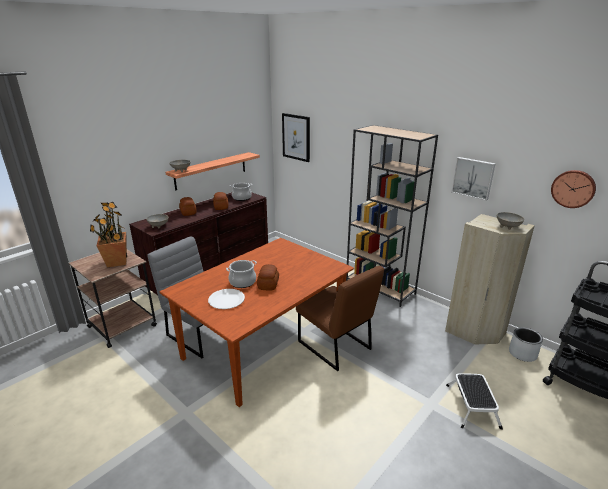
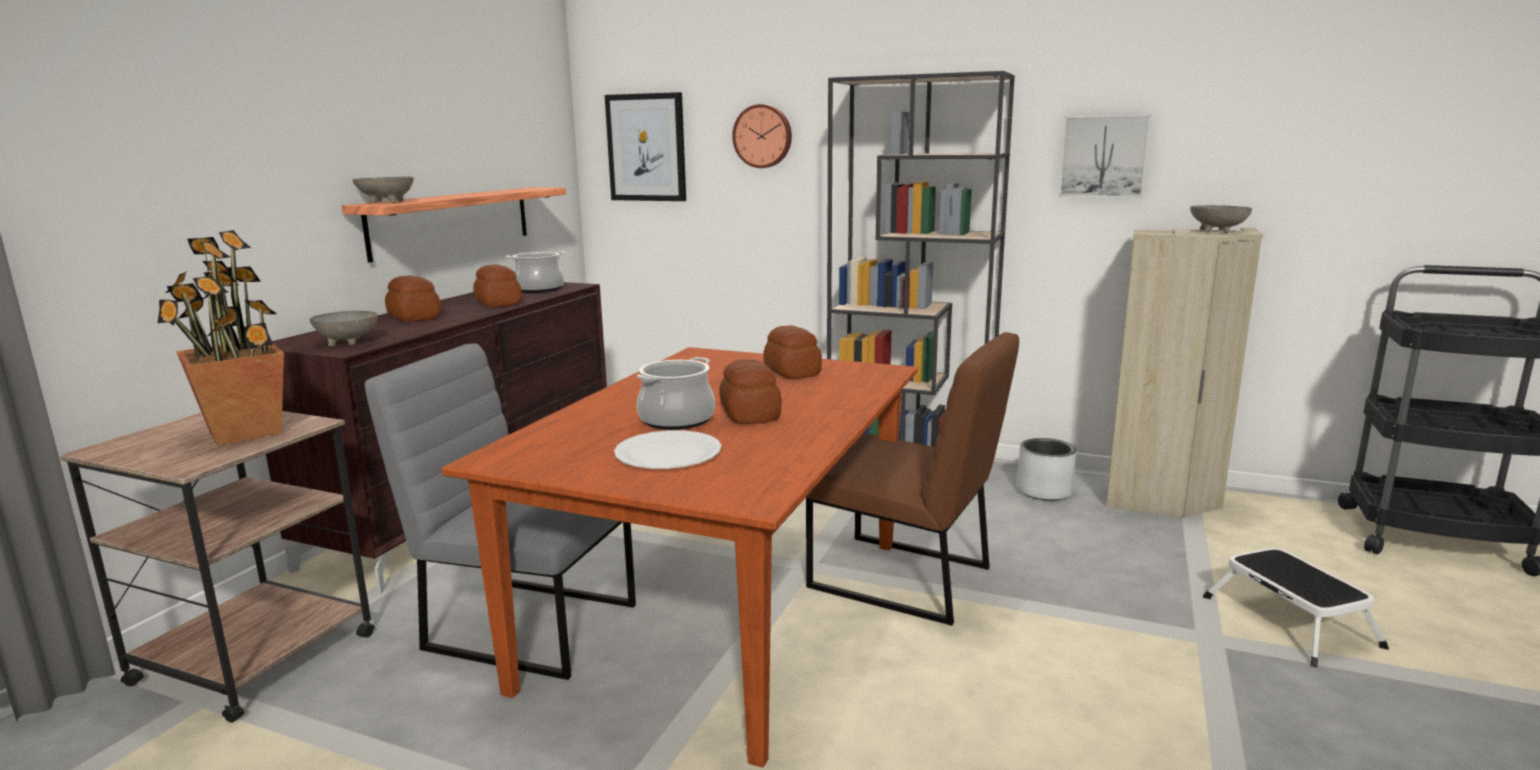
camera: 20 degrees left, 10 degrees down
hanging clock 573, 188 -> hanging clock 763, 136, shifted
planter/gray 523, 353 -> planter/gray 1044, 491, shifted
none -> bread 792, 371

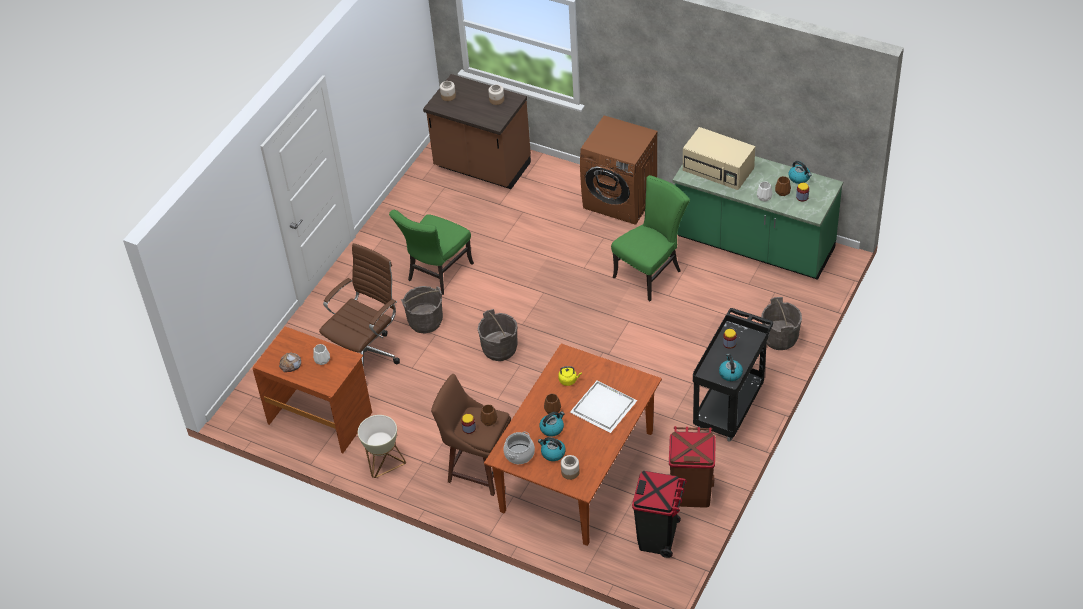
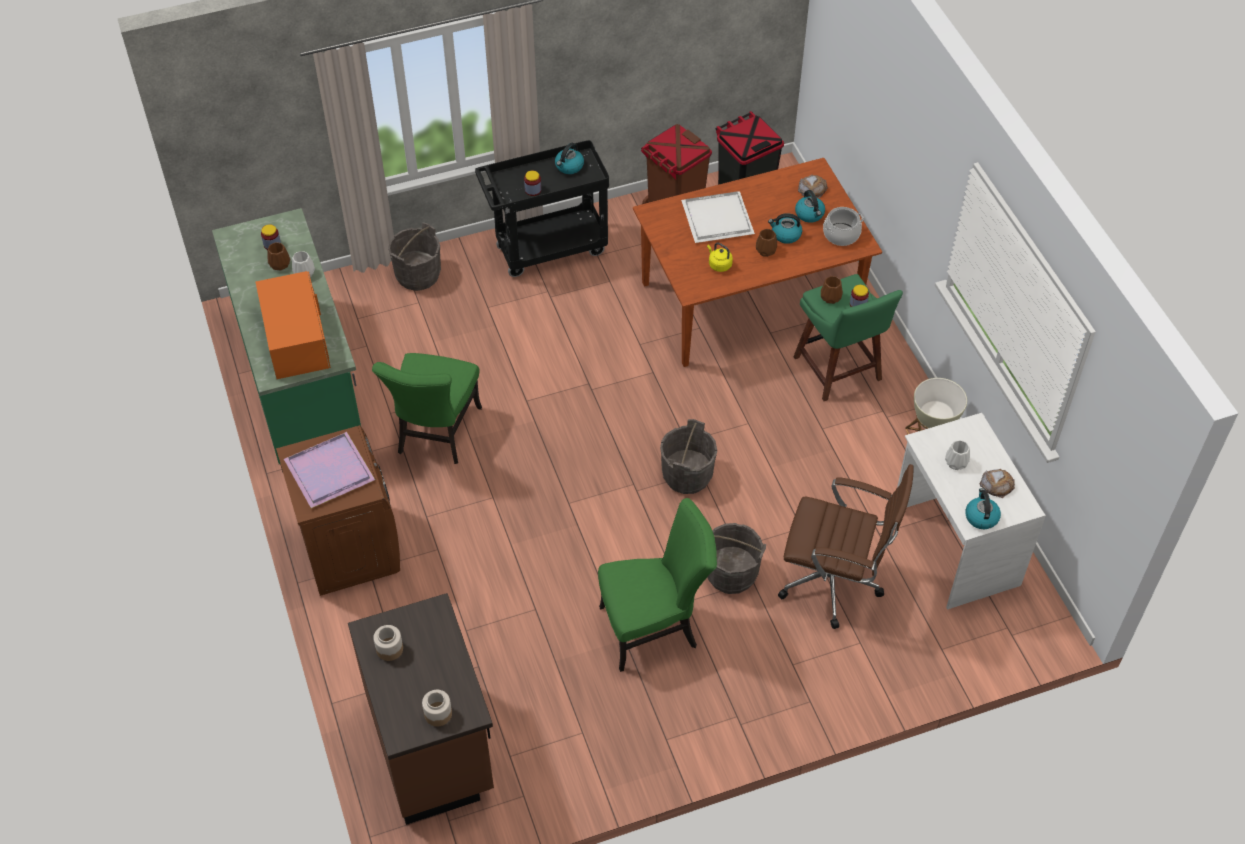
camera: 140 degrees left, 5 degrees up
microwave/beige 719, 169 -> microwave/orangey 295, 338
tea kettle 799, 178 -> tea kettle 981, 517, shifted
plain chair/green 651, 272 -> plain chair/green 436, 434, 75 degrees counterclockwise
computer chair/brown-coloured 367, 354 -> computer chair/brown-coloured 835, 584, 150 degrees counterclockwise
desk unit/brown-coloured 321, 417 -> desk unit/whitish 953, 547
stool seat/brown-coloured 477, 468 -> stool seat/green 839, 371
storage jar 570, 472 -> bread 812, 188
none -> tray/purple-coloured 329, 472

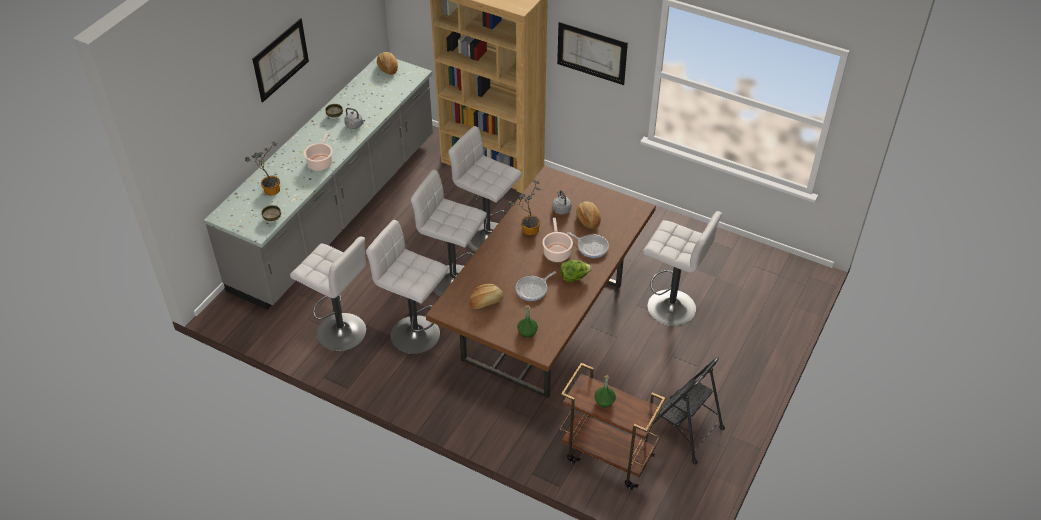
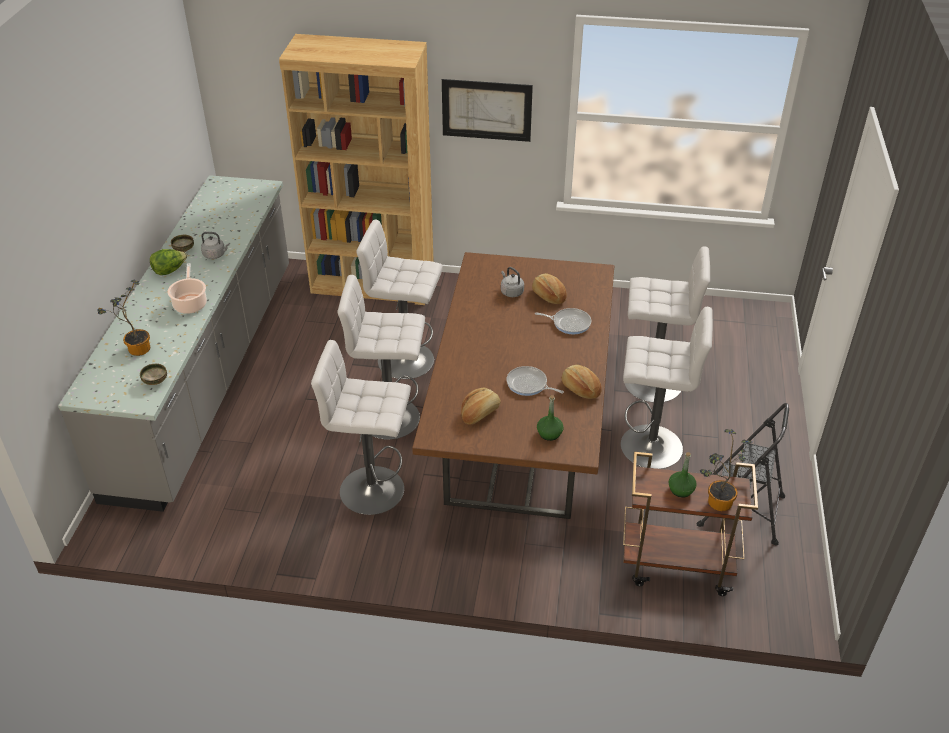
camera: 20 degrees left, 5 degrees down
picture 281, 59 -> none
bread 388, 68 -> bread 580, 388, shifted
plant in a pot 527, 230 -> plant in a pot 716, 503, shifted
saucepot 557, 252 -> none
stool seat/whitish 341, 332 -> stool seat/whitish 652, 447, shifted
lettuce 574, 277 -> lettuce 170, 271, shifted
pan 533, 289 -> pan 528, 385, 90 degrees clockwise

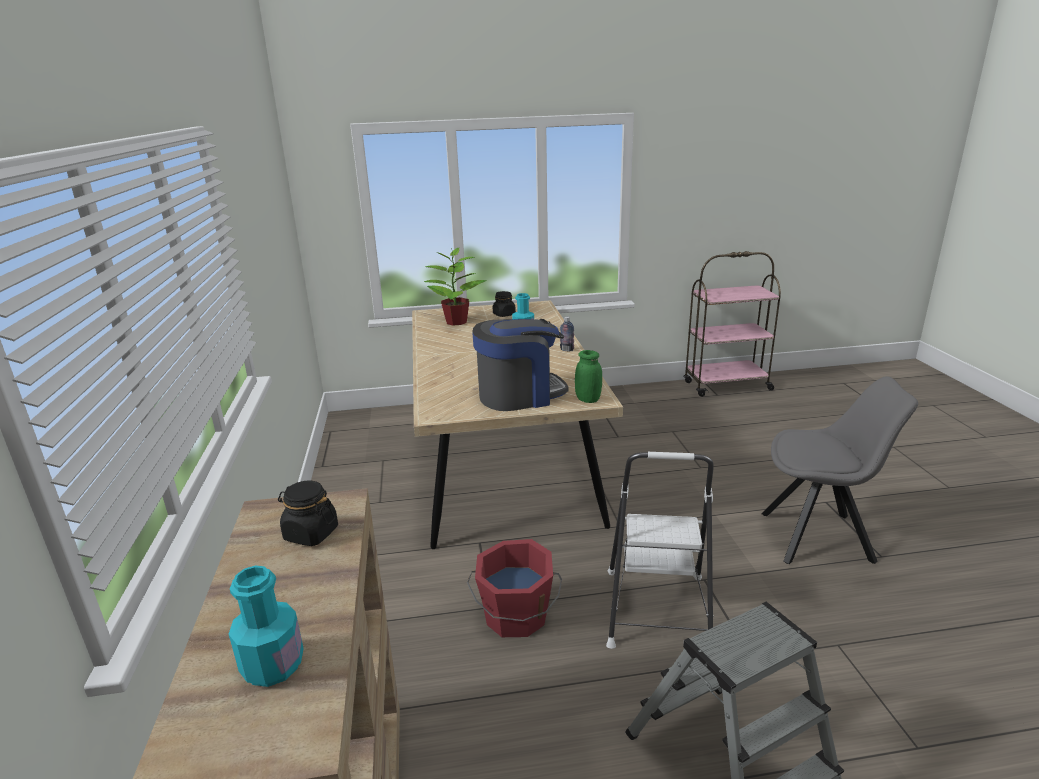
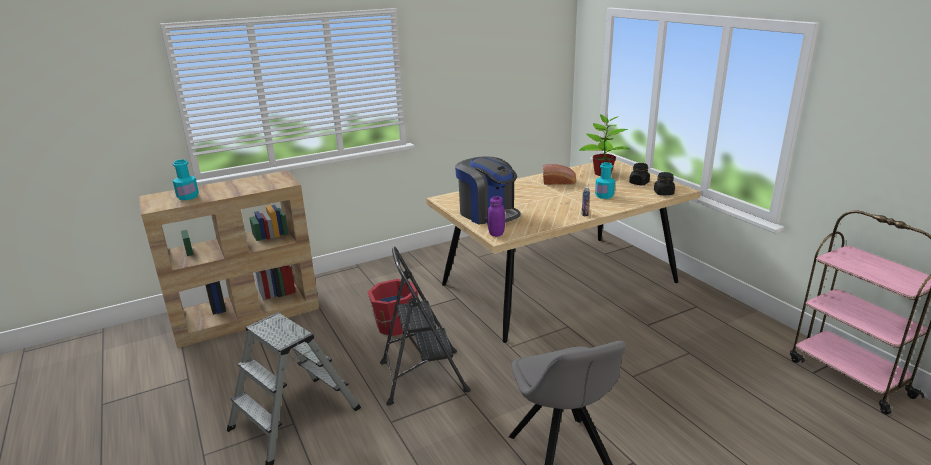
camera: 70 degrees right, 0 degrees up
storage jar/green 588, 399 -> storage jar/purple-coloured 496, 234
stepladder/whitish 656, 612 -> stepladder/blackish 420, 376
storage jar/blackish 311, 533 -> storage jar/blackish 663, 193, shifted
none -> bread 559, 182

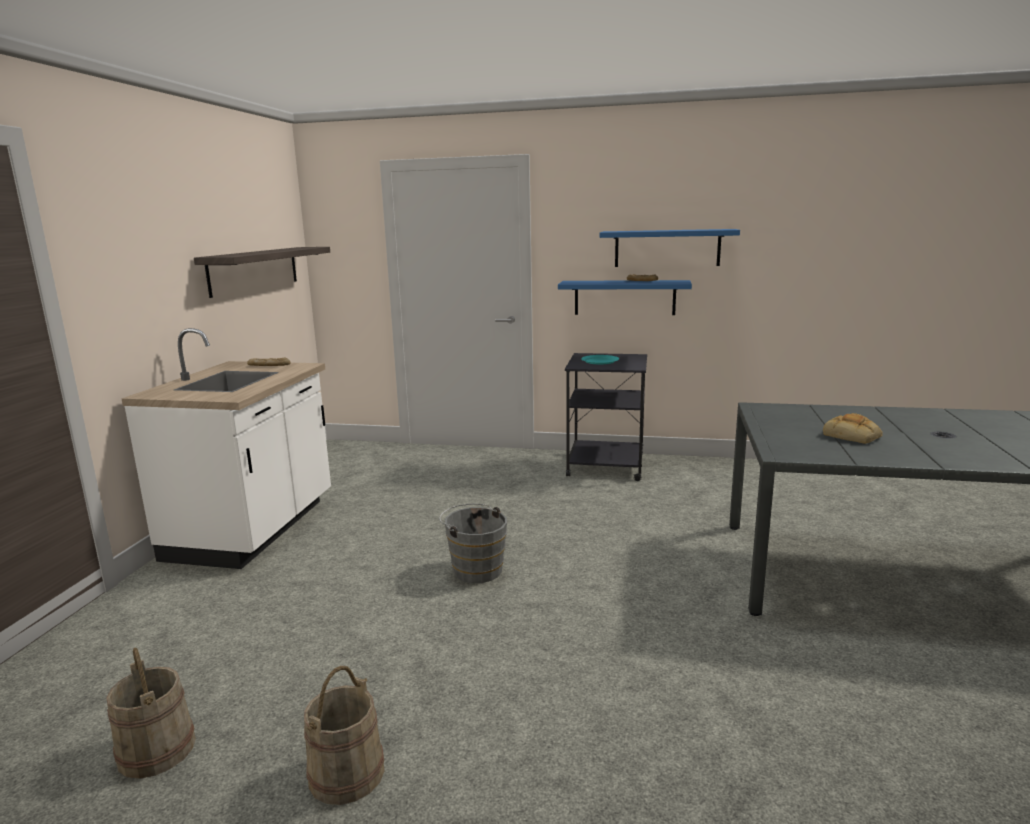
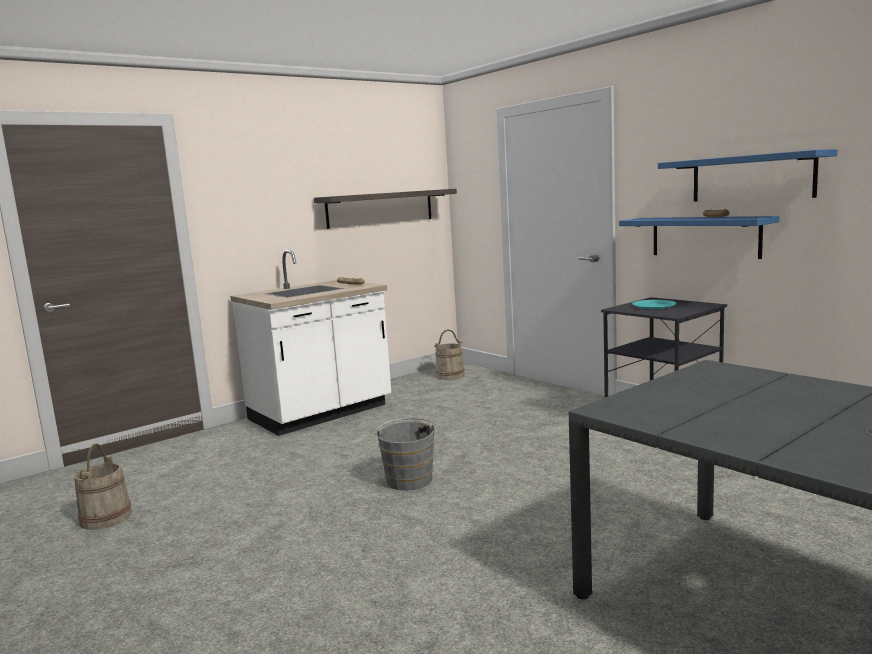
camera: 40 degrees right, 5 degrees down
bread 853, 436 -> none
water bucket/beige 346, 773 -> water bucket/beige 450, 375, shifted

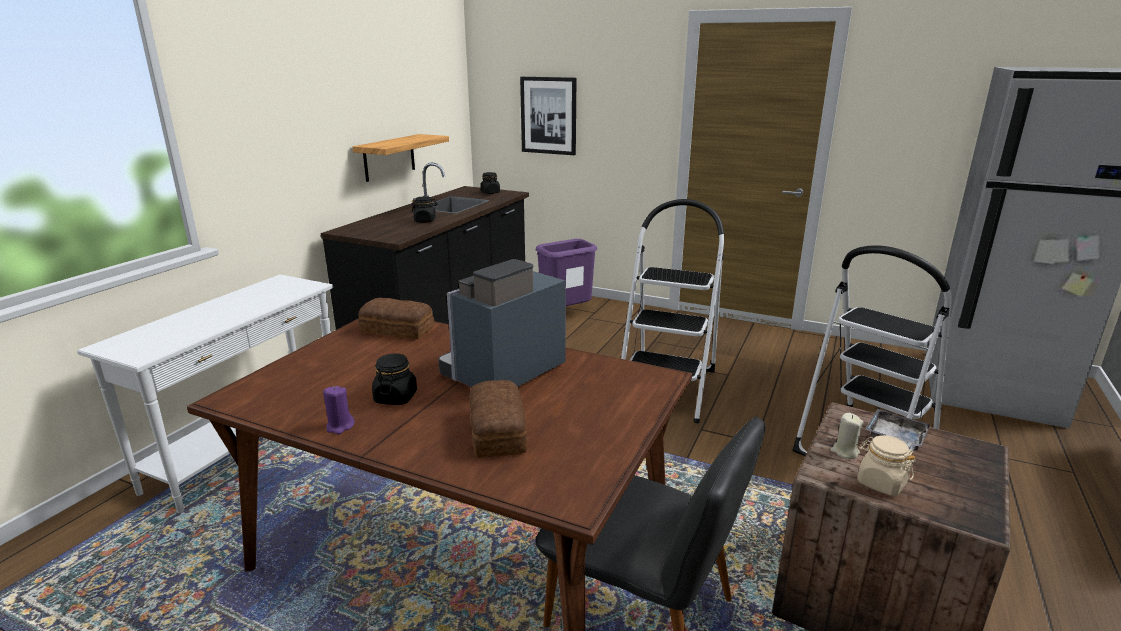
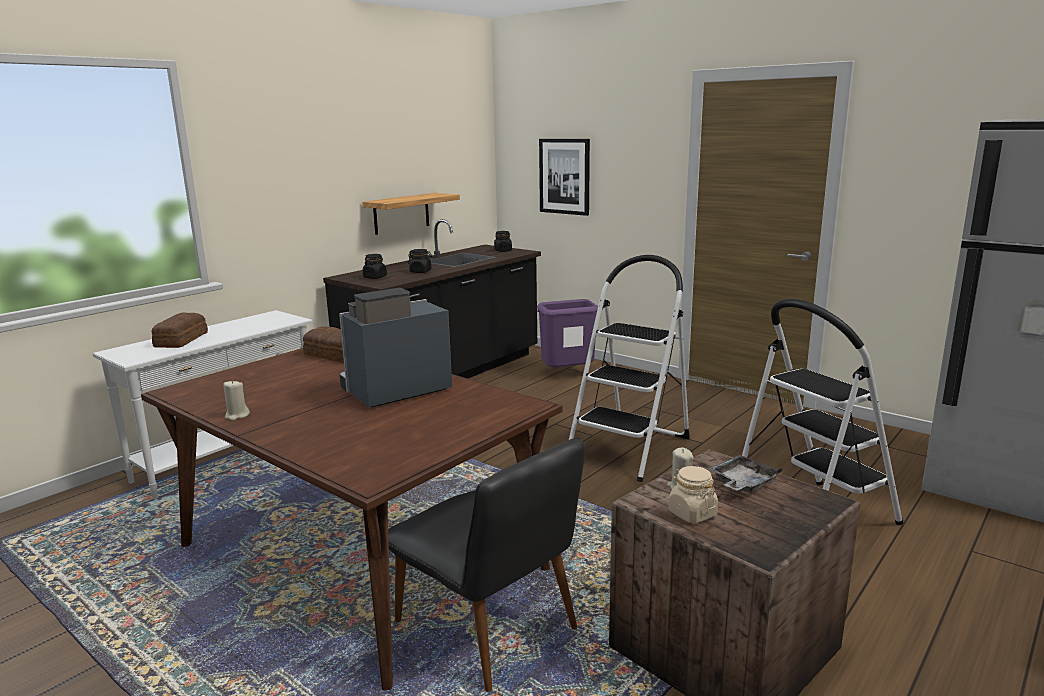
camera: 15 degrees right, 5 degrees down
storage jar/blackish 396, 397 -> storage jar/blackish 375, 277, shifted
bread 496, 432 -> bread 180, 340, shifted
candle/purple-coloured 340, 426 -> candle/beige 237, 415

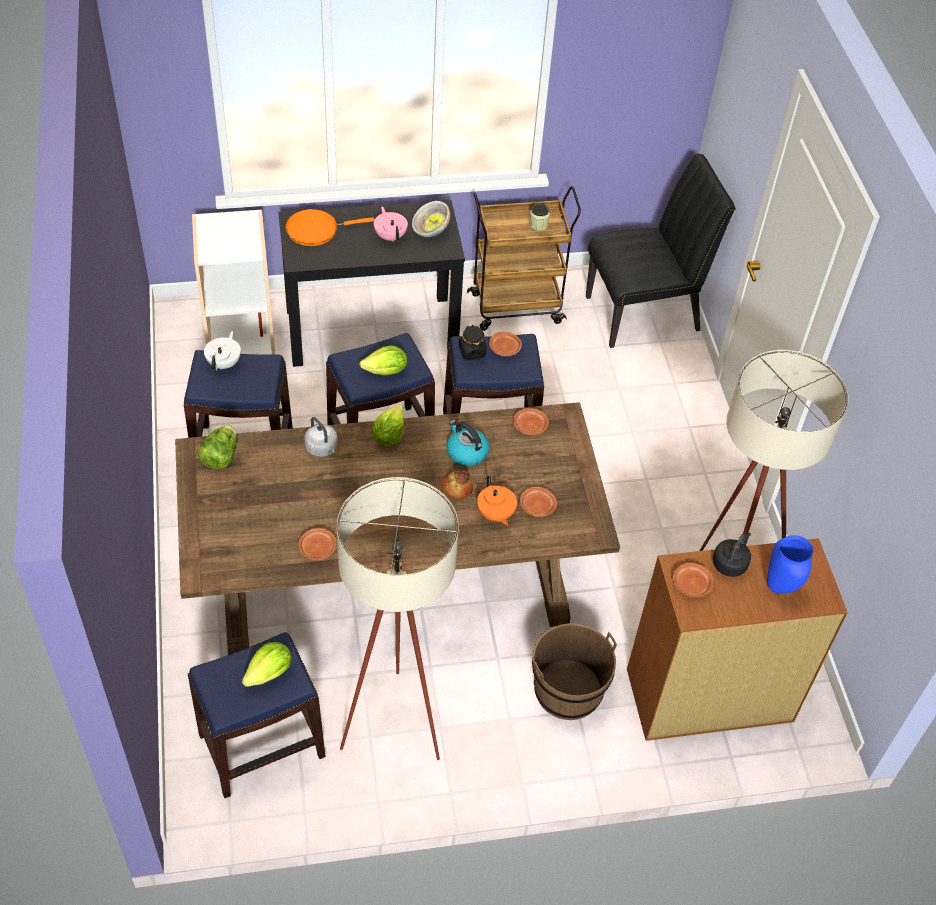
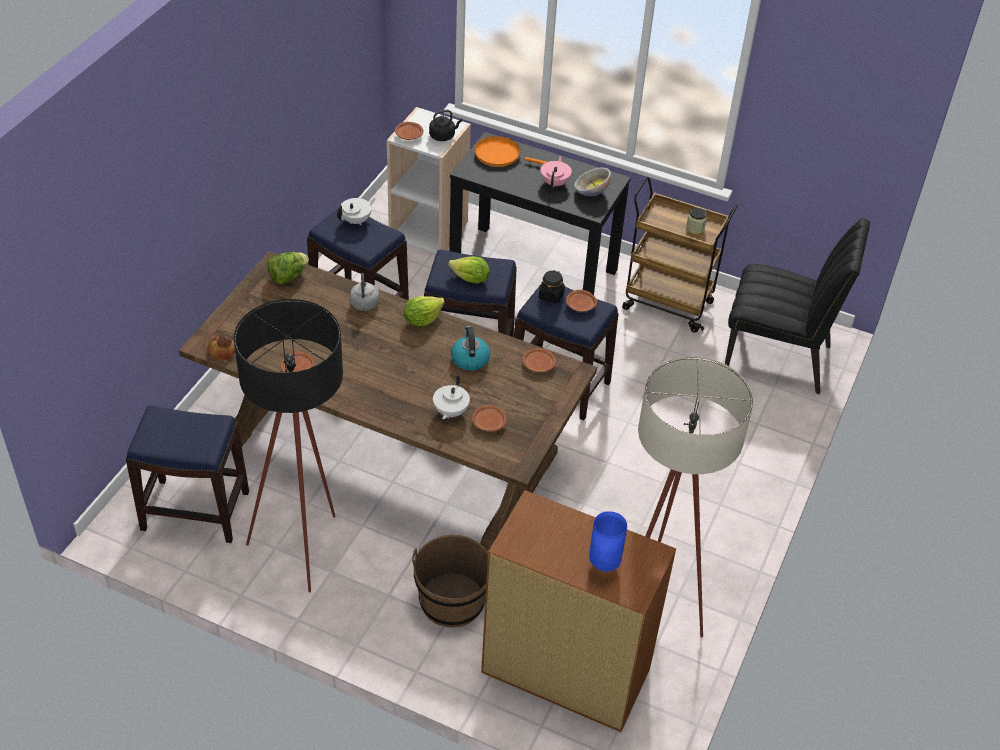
camera: 35 degrees right, 5 degrees down
bread 456, 488 -> bread 221, 351, shifted
tea pot/orangey 495, 514 -> tea pot/whitish 450, 412
standing lamp/beige 394, 714 -> standing lamp/blackish 306, 543
tea kettle/blackish 730, 563 -> tea kettle/blackish 443, 136, shifted
dinner plate/brown-coloured 691, 584 -> dinner plate/brown-coloured 408, 135, shifted
lettuce 269, 673 -> none

